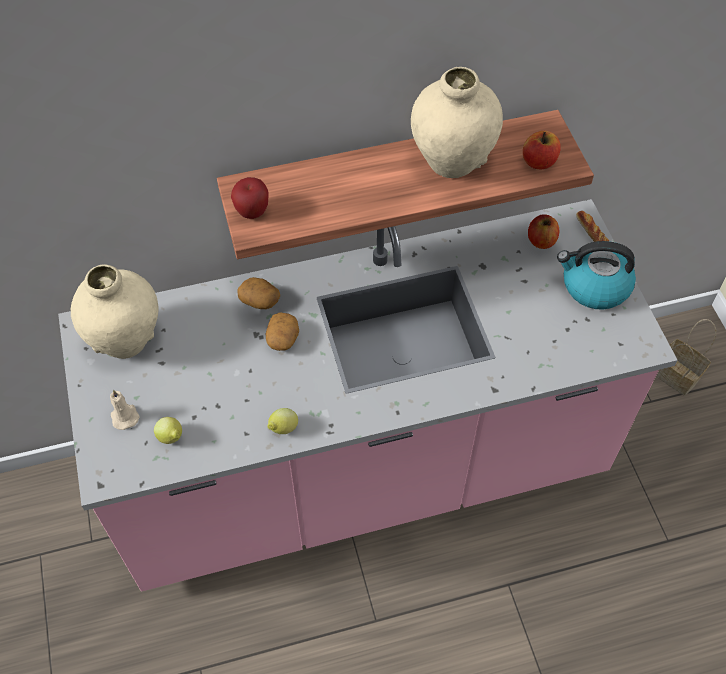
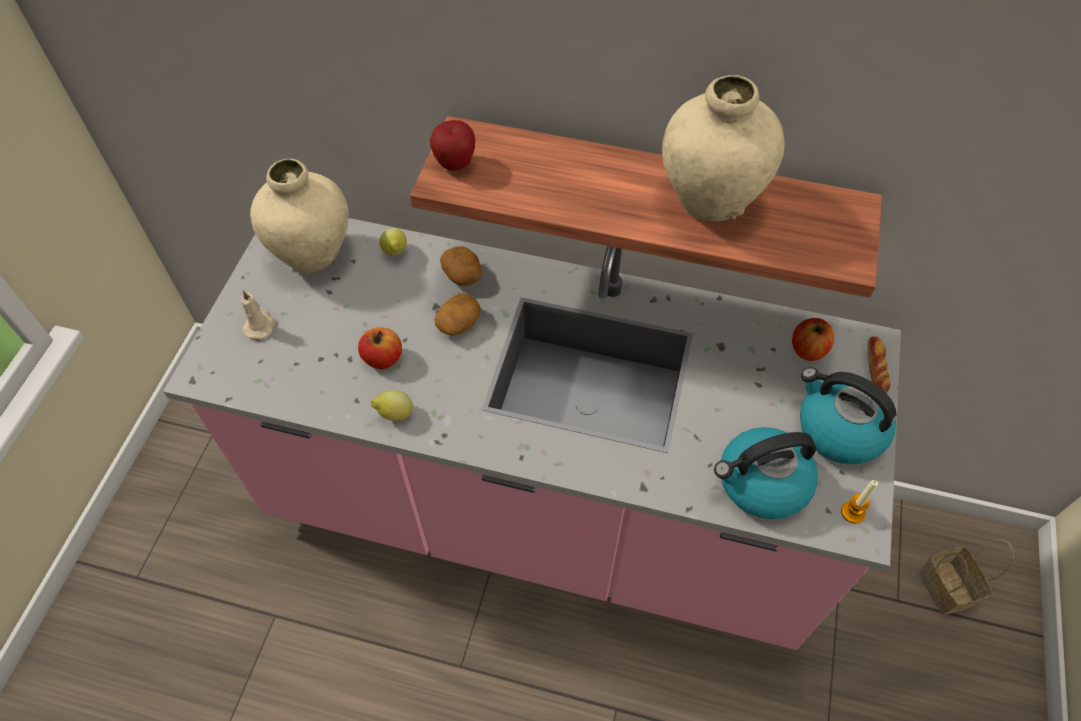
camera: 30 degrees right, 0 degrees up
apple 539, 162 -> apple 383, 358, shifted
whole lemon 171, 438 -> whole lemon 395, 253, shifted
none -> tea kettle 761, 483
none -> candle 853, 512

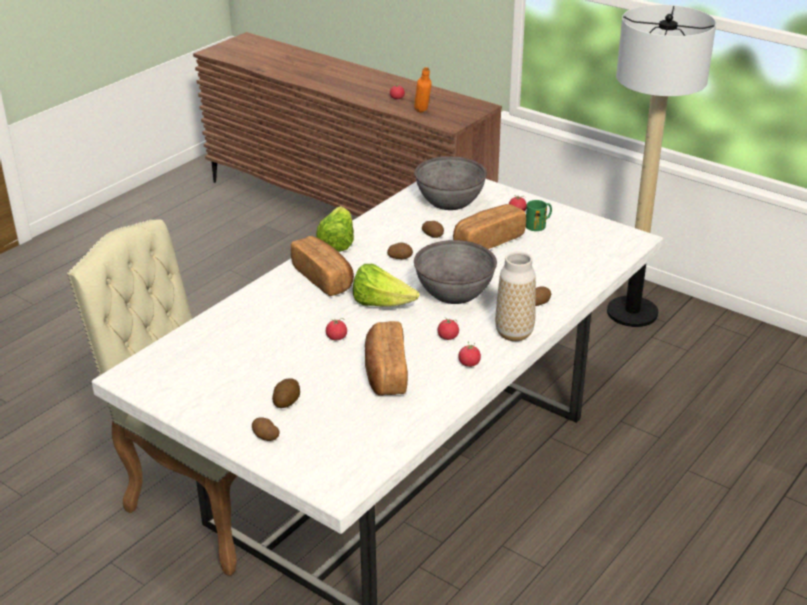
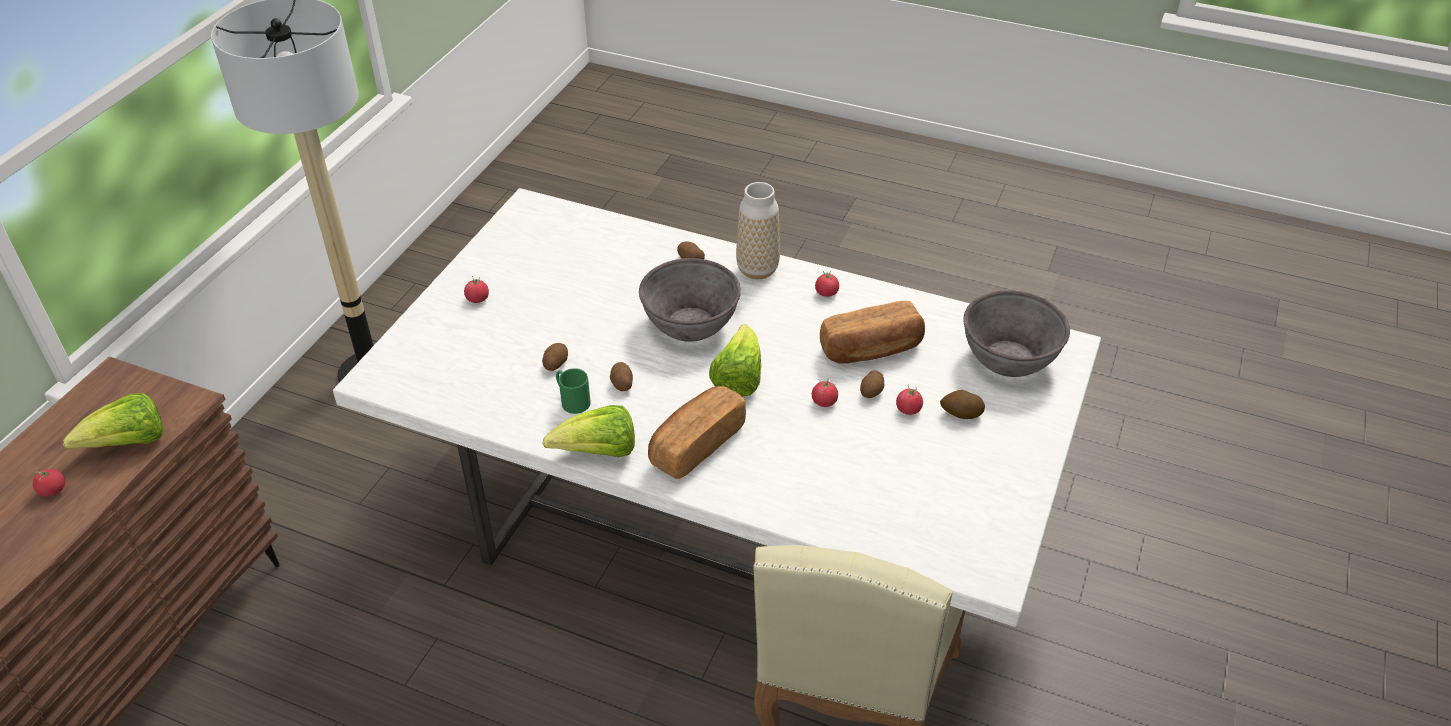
camera: 105 degrees left, 10 degrees up
bottle/orangey 423, 113 -> lettuce 129, 444
serving bowl/gray 449, 201 -> serving bowl/gray 1008, 358, shifted
tea mug/green 538, 225 -> tea mug/green 571, 400, shifted
bread 488, 241 -> none
fresh tomato 448, 337 -> fresh tomato 908, 409, shifted
whole potato 265, 436 -> whole potato 872, 391, shifted

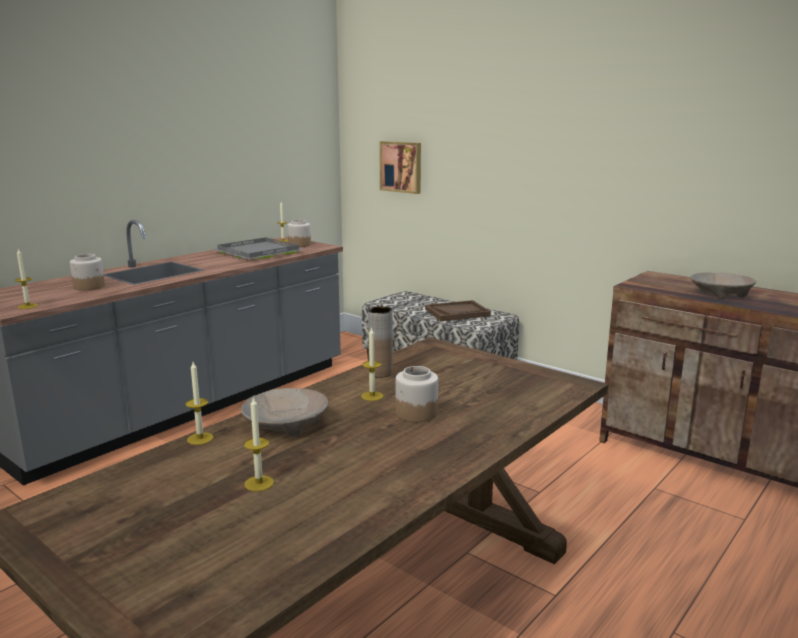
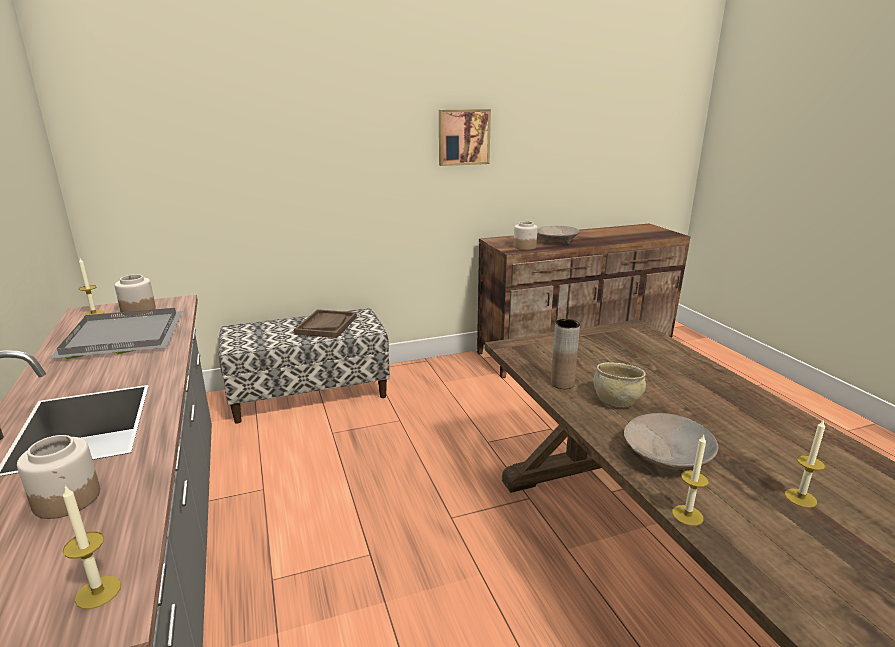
camera: 60 degrees left, 5 degrees up
picture 401, 167 -> picture 463, 137, shifted
candle 372, 396 -> serving bowl/beige 617, 400
storage jar 416, 413 -> storage jar 524, 247, shifted

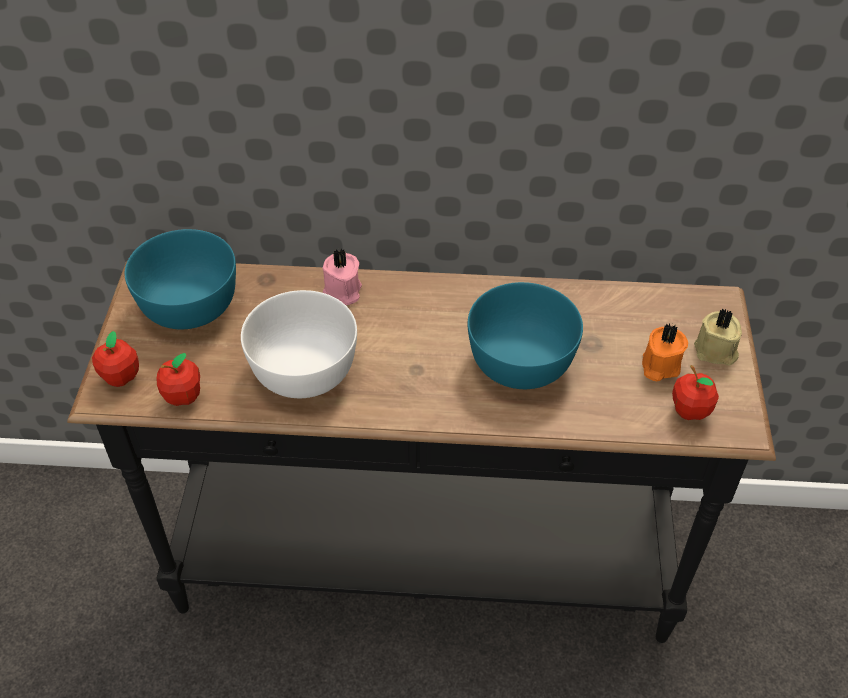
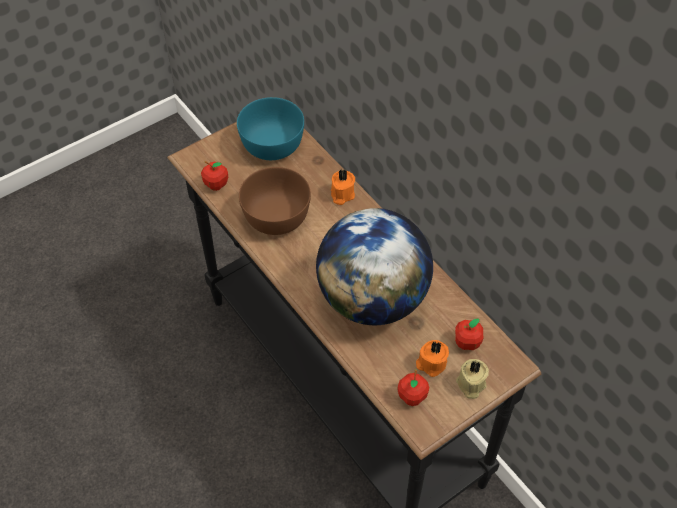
camera: 50 degrees right, 5 degrees up
candle/pinkish 343, 291 -> candle/orangey 341, 195
serving bowl/turquoise 521, 358 -> globe 372, 298
serving bowl/whitish 302, 368 -> serving bowl/brown-coloured 275, 215
apple 121, 377 -> apple 467, 343, shifted

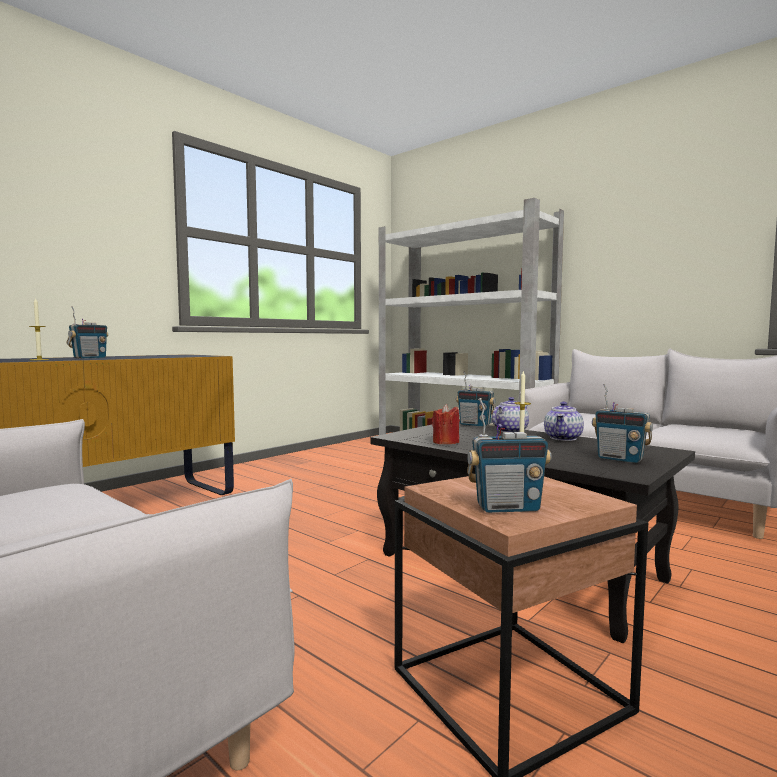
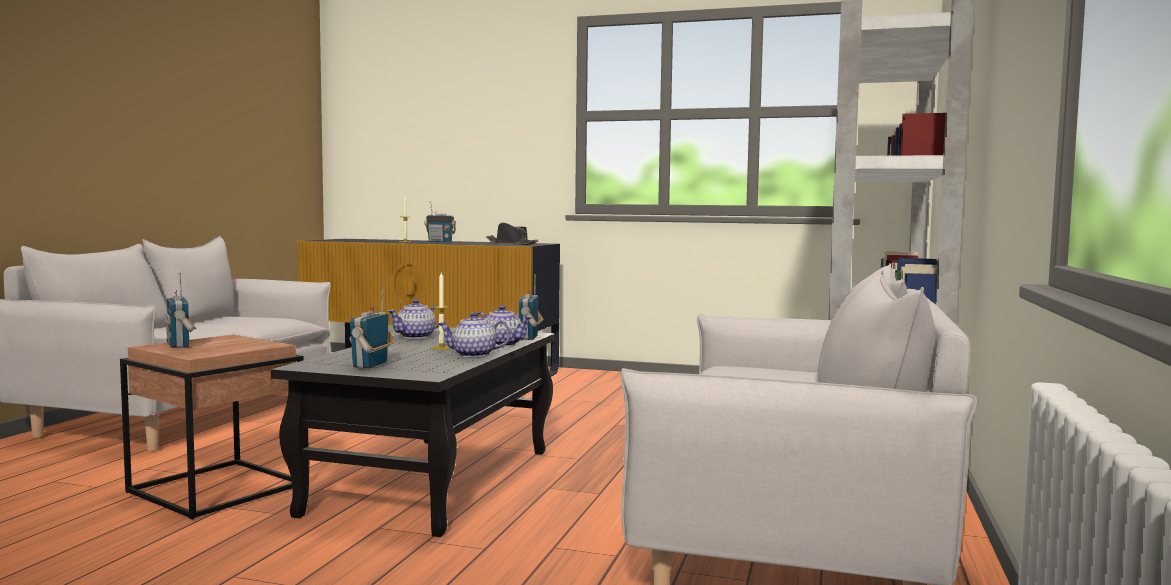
camera: 65 degrees right, 0 degrees up
candle/reddish 445, 442 -> tea pot 416, 336
none -> clothing hat/blackish 512, 244

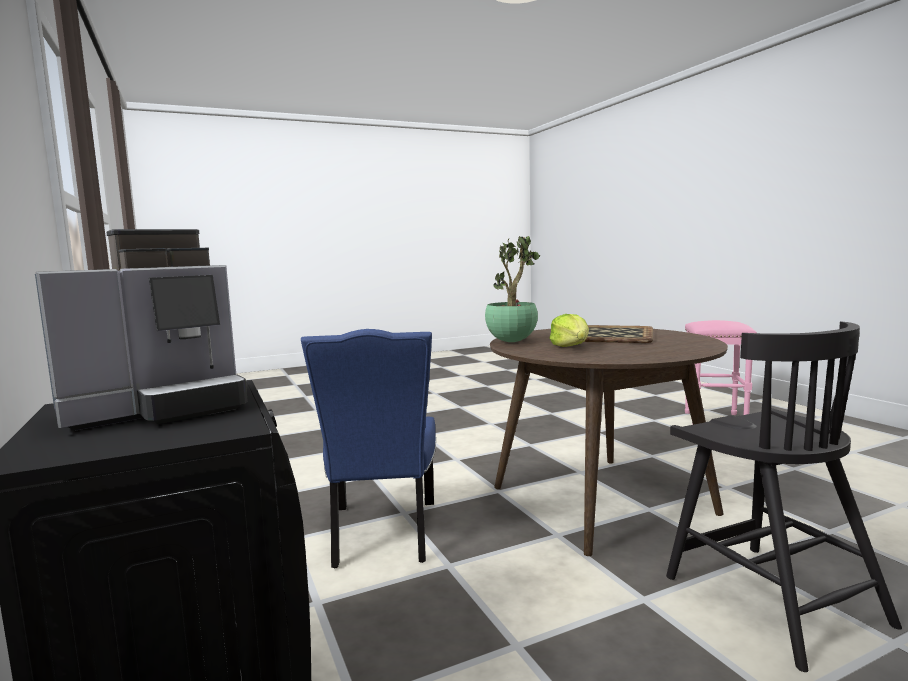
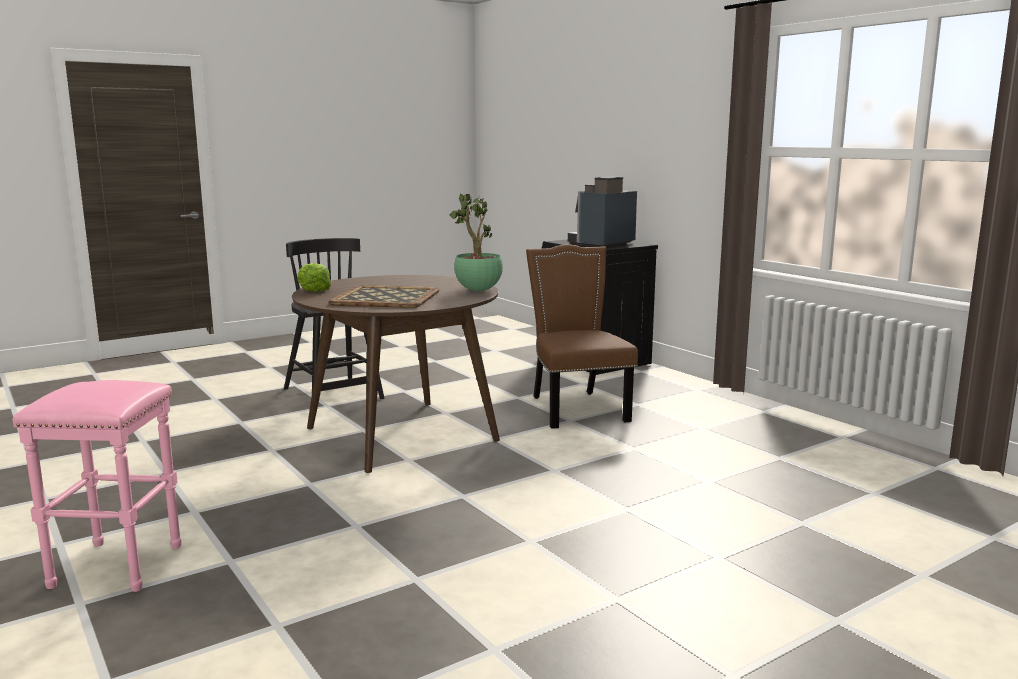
camera: 170 degrees right, 5 degrees up
lettuce 571, 346 -> lettuce 314, 290, shifted
plain chair/bluish 383, 530 -> plain chair/brown-coloured 577, 410

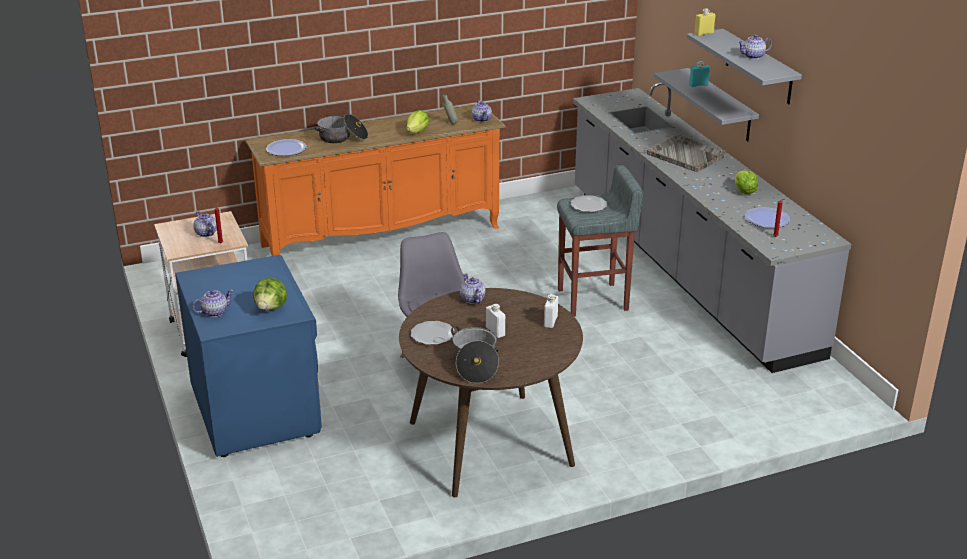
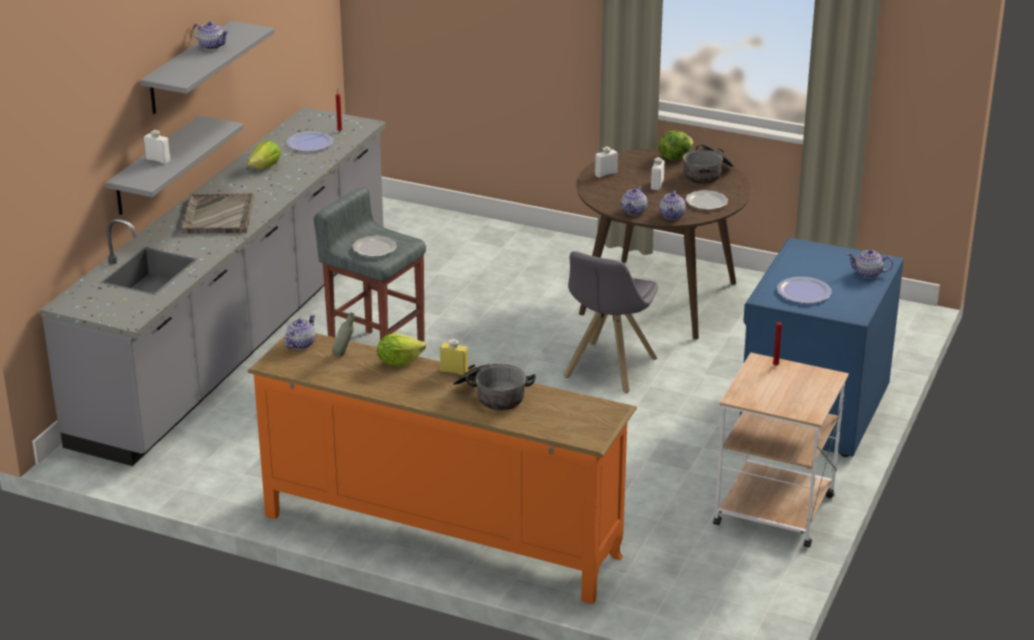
camera: 135 degrees left, 0 degrees up
bottle/yellow 704, 34 -> bottle/yellow 454, 371, shifted
bottle/turquoise 698, 85 -> bottle/whitish 158, 160
dinner plate 286, 149 -> dinner plate 804, 292, shifted
tea pot 206, 233 -> tea pot 672, 215, shifted
lettuce 271, 308 -> lettuce 674, 158, shifted

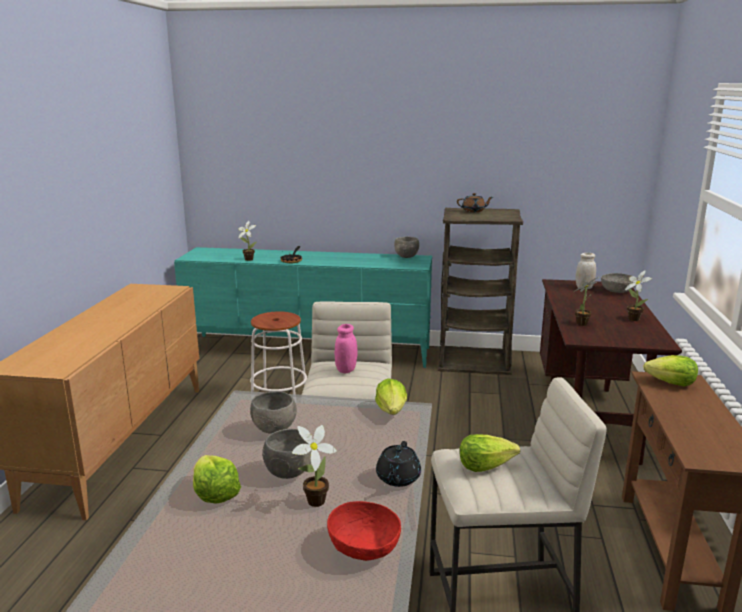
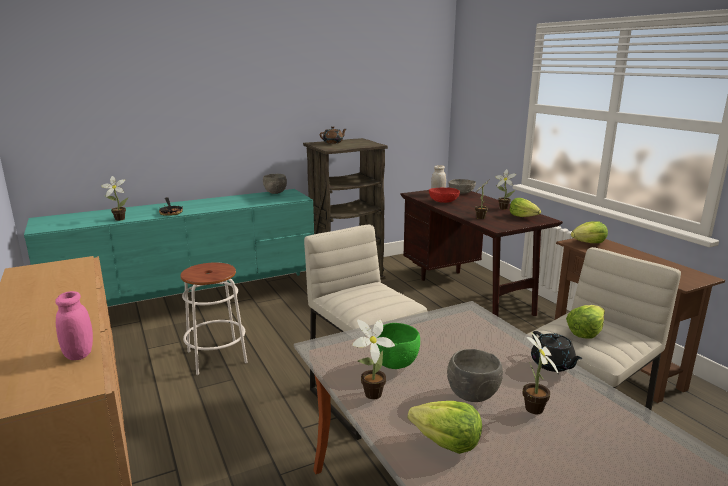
camera: 35 degrees left, 0 degrees up
storage jar/pinkish 346, 370 -> storage jar/pinkish 79, 354, shifted
lettuce 392, 410 -> lettuce 523, 217, shifted
serving bowl/gray 275, 430 -> serving bowl/green 395, 364
serving bowl/reddish 364, 547 -> serving bowl/reddish 443, 201, shifted
none -> plant in a pot 370, 395

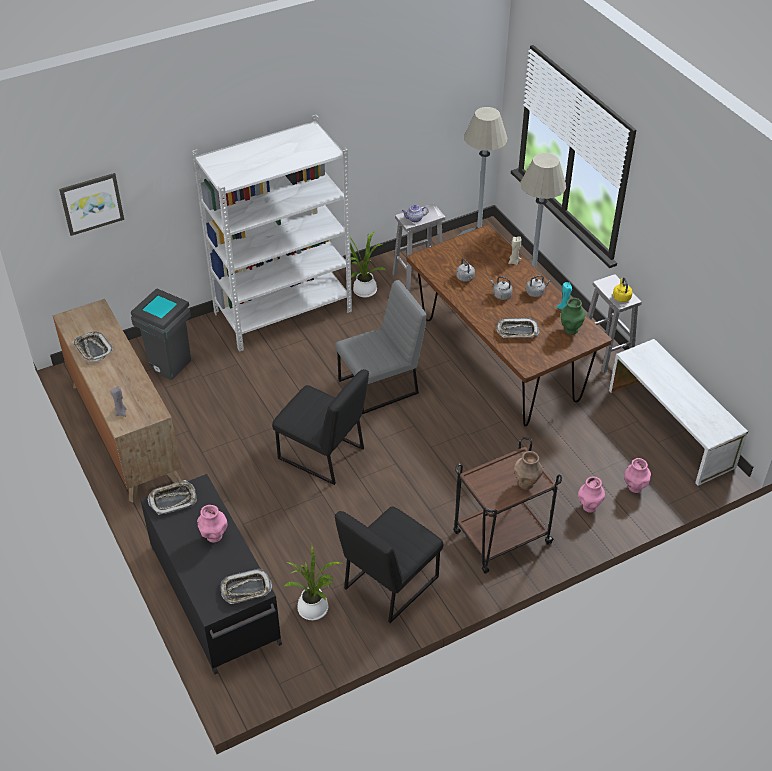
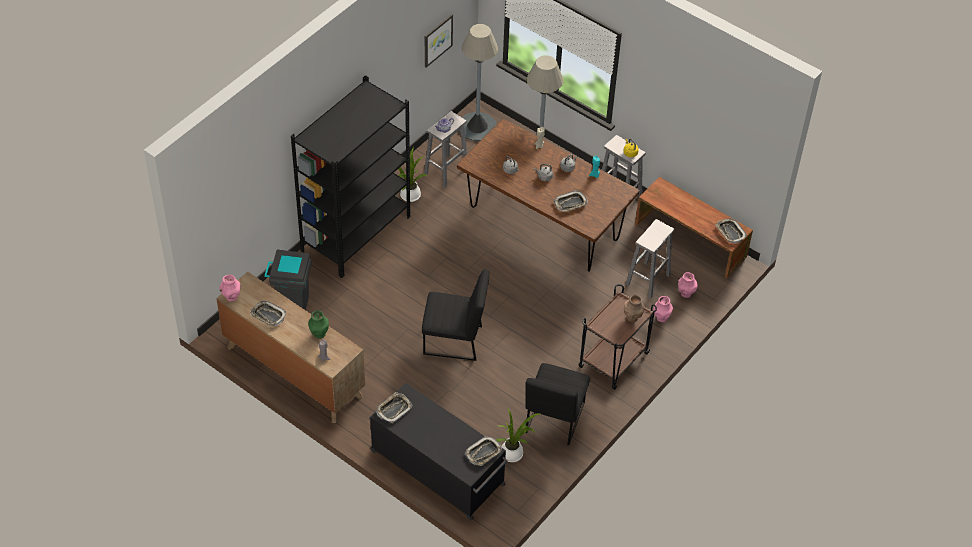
camera: 25 degrees left, 5 degrees up
bookshelf/whitish 283, 312 -> bookshelf/blackish 356, 233
picture 91, 203 -> picture 437, 40, shifted
plain chair/gray 381, 386 -> none
vase/green 570, 330 -> vase/green 319, 334, shifted
long seat/whitish 672, 428 -> long seat/brown-coloured 691, 240
vase/pinkish 214, 537 -> vase/pinkish 231, 297, shifted
none -> tray 730, 232
none -> stool seat/whitish 647, 280

